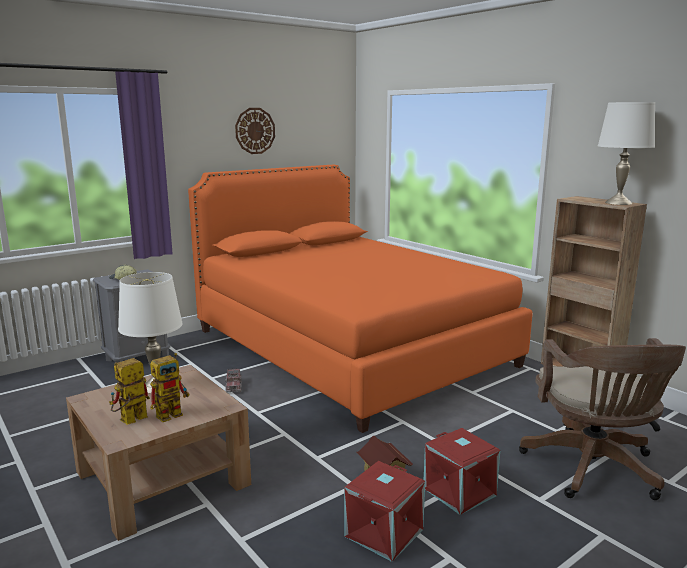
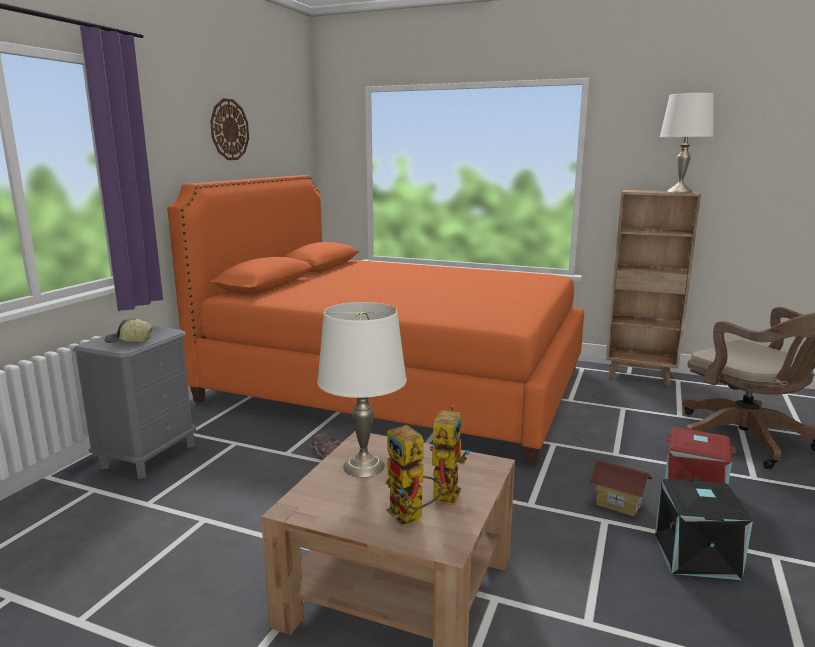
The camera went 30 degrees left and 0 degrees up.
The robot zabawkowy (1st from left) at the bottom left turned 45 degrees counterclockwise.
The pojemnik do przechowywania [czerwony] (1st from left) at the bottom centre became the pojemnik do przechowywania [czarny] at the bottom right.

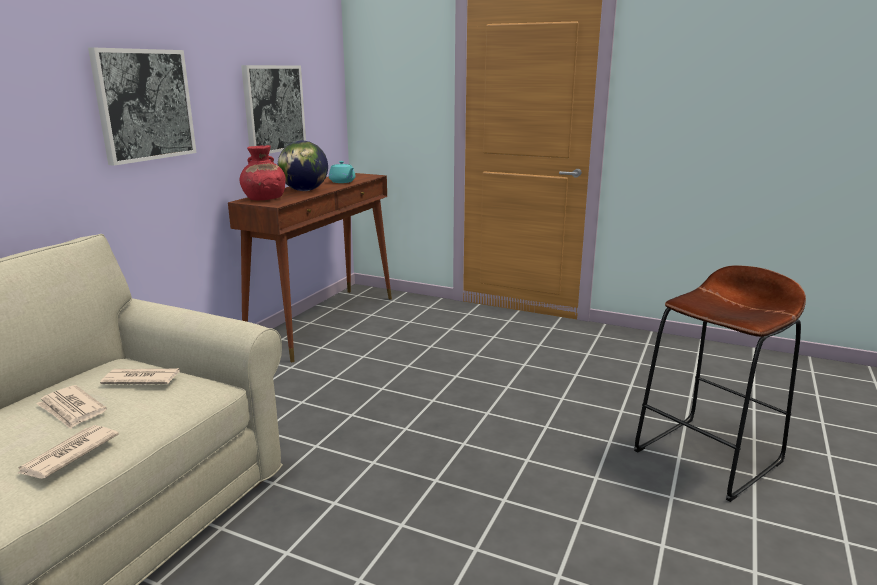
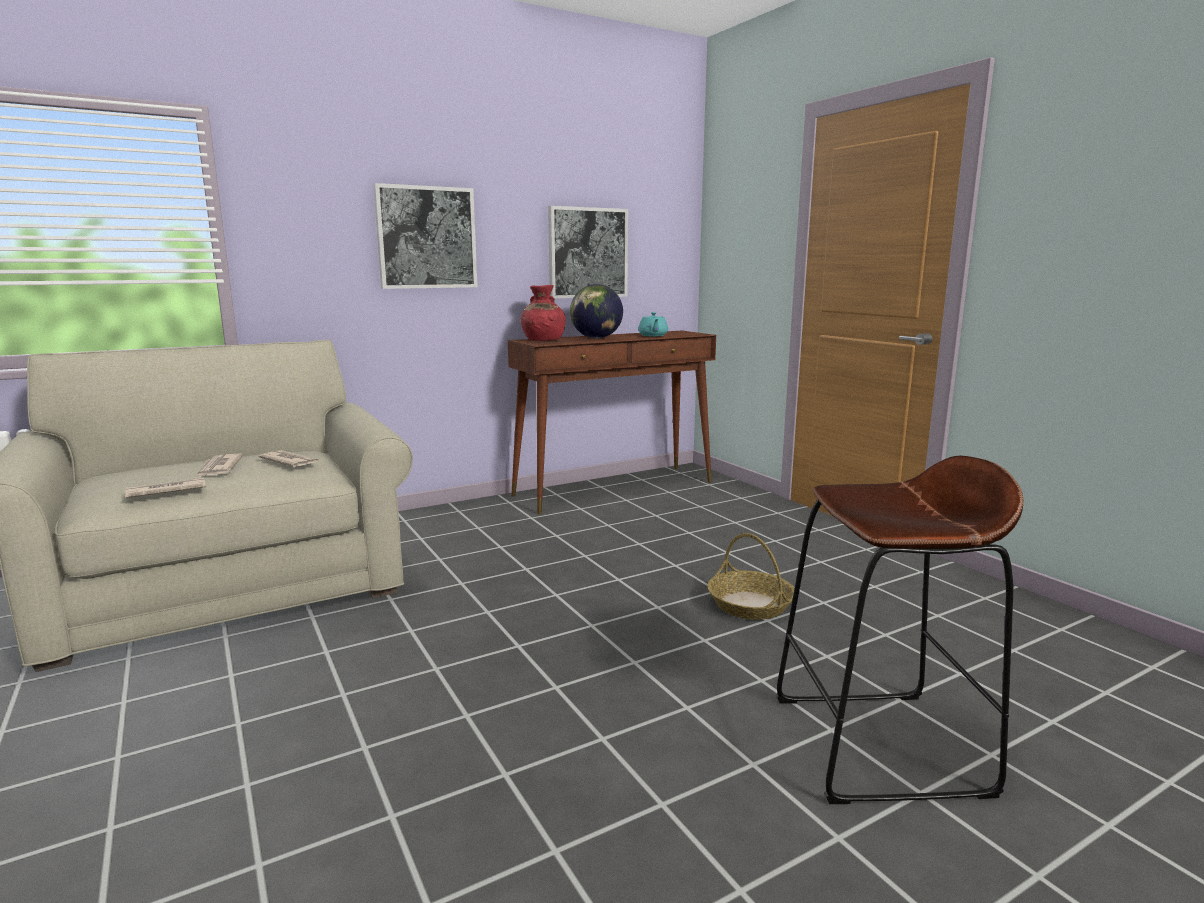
The camera went 35 degrees right and 5 degrees down.
The koszyk at the centre appeared.

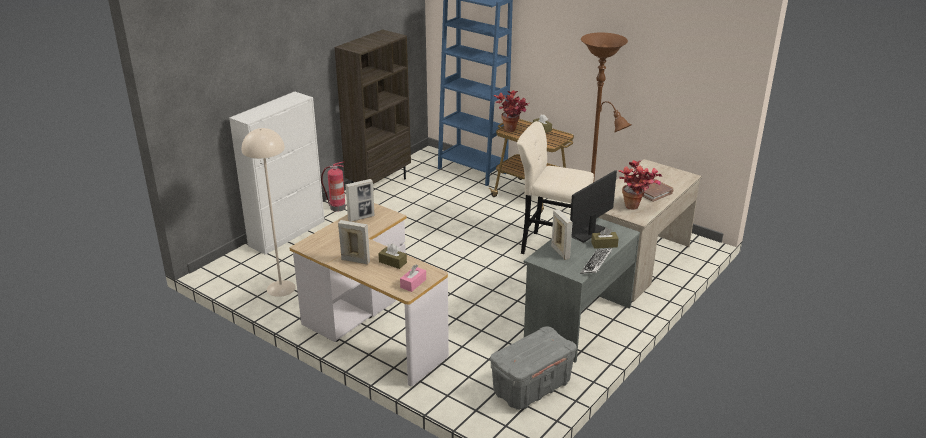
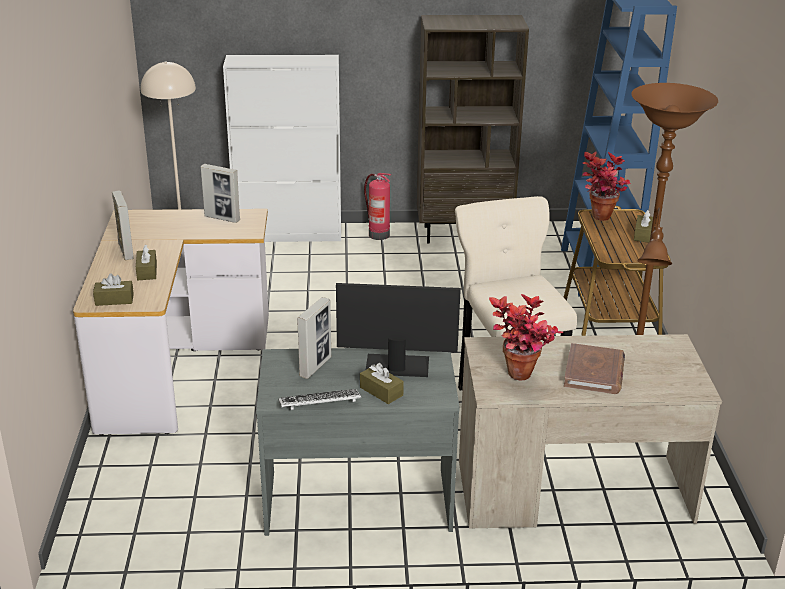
The camera went 50 degrees right and 0 degrees up.
The pudełko chusteczek [różowy] at the centre became the pudełko chusteczek [brązowy] (1st from left) at the middle left.
The pojemnik do przechowywania [szary] at the bottom centre disappeared.

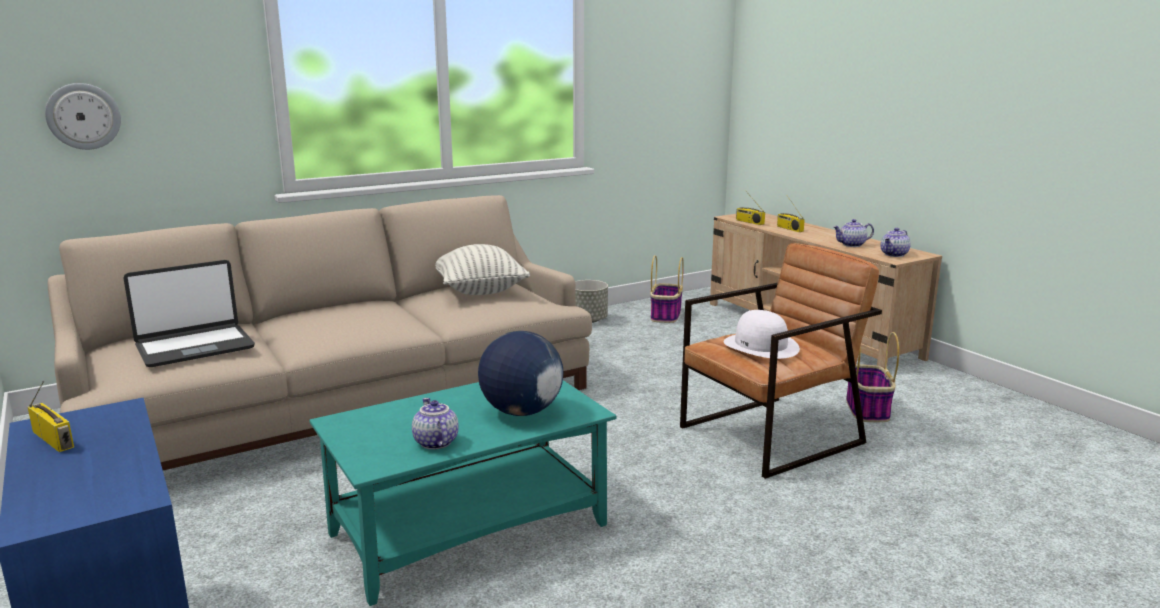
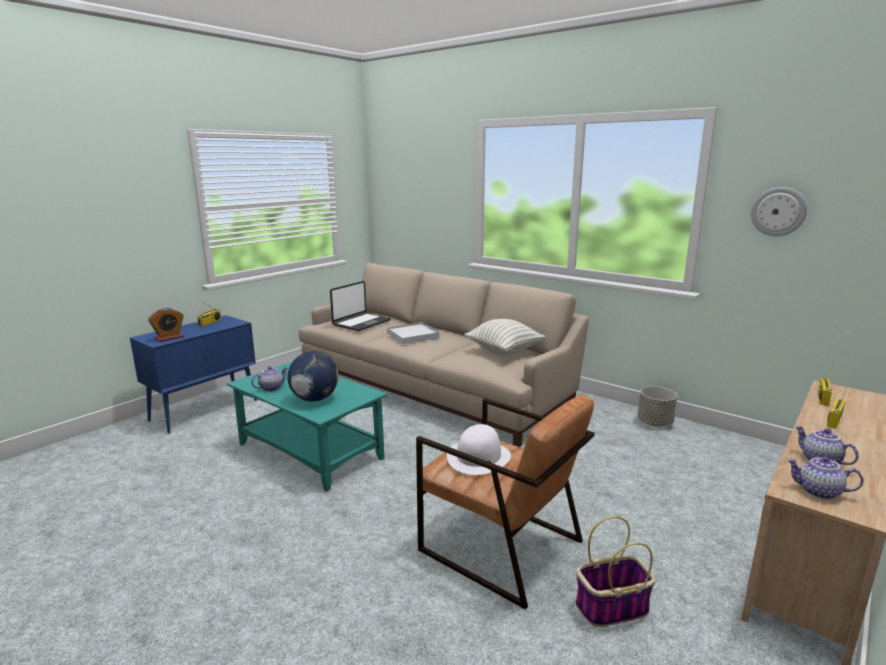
The camera went 70 degrees right and 0 degrees up.
The zegar ścienny moved from the top left to the top right.
The laptop at the middle left turned 90 degrees counterclockwise.
The koszyk (1st from left) at the centre disappeared.
The budzik at the middle left appeared.
The taca [biały] at the centre appeared.

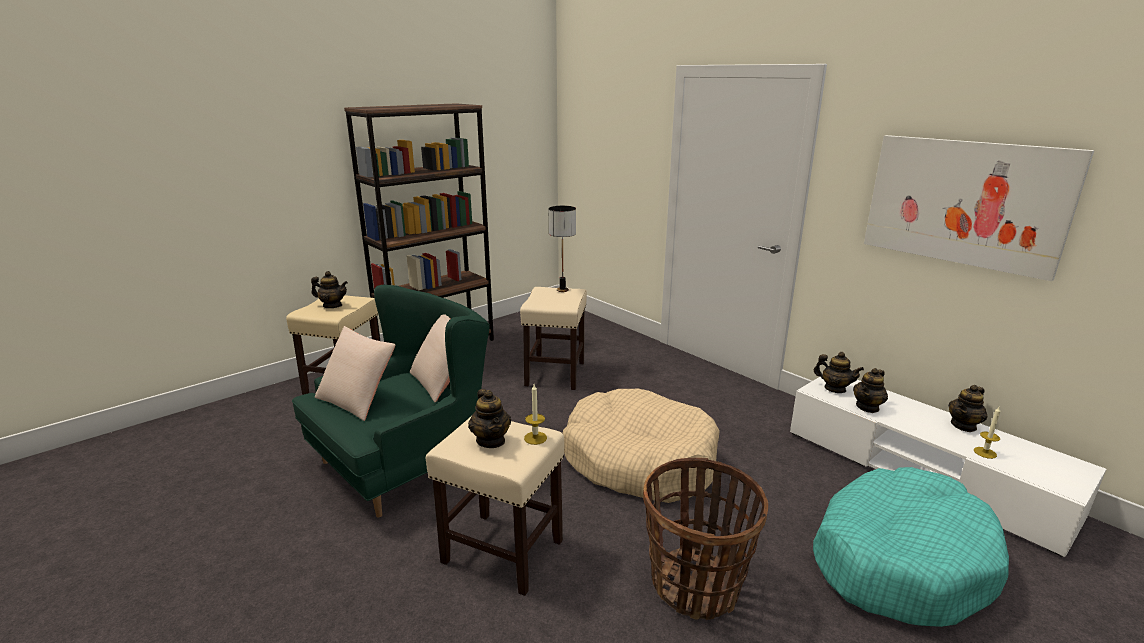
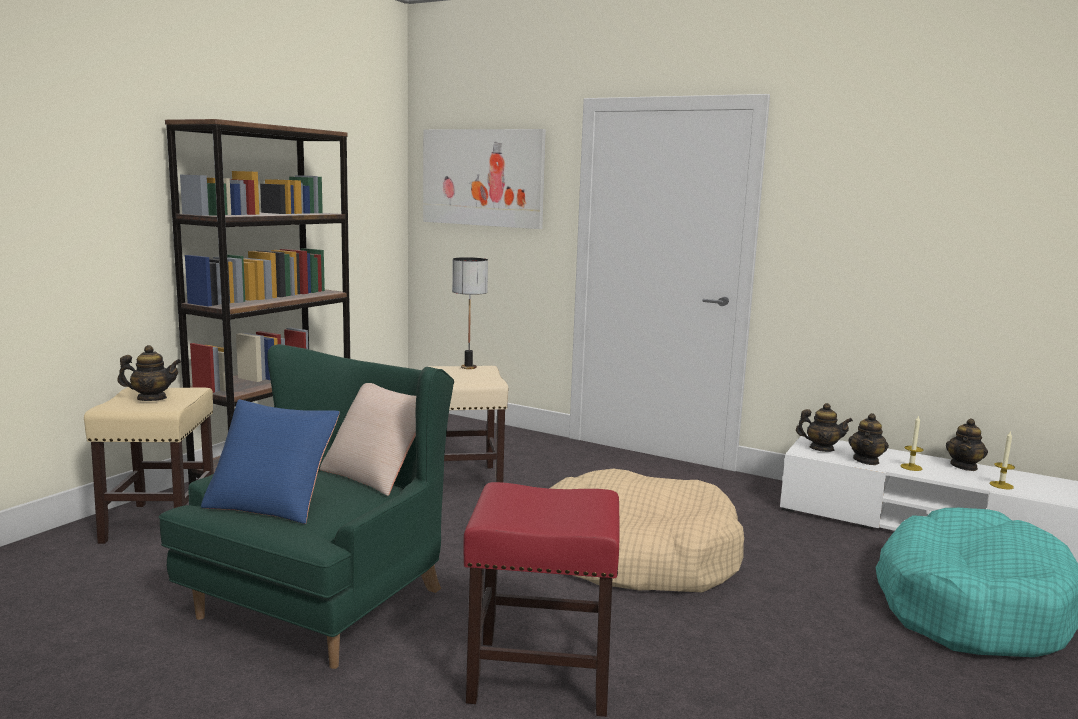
The camera went 20 degrees left and 10 degrees down.
The poduszka [beżowy] (1st from left) at the middle left became the poduszka [niebieski] at the middle left.
The stołek [beżowy] (2nd from left) at the bottom centre became the stołek [czerwony] at the bottom centre.
The imbryk (2nd from left) at the centre disappeared.
The świeca (1st from left) moved from the centre to the middle right.
The koszyk at the bottom centre disappeared.
The obraz moved from the top right to the top centre.

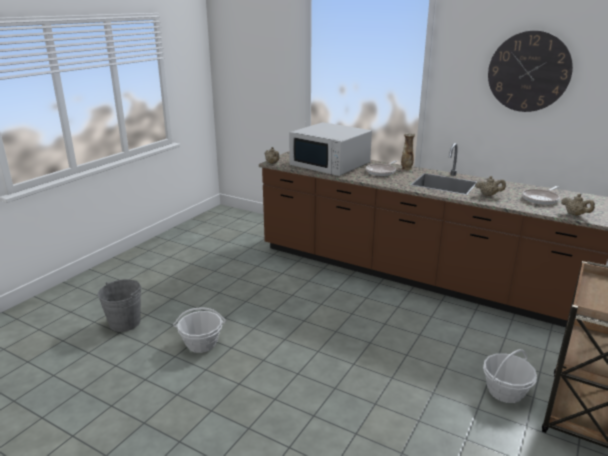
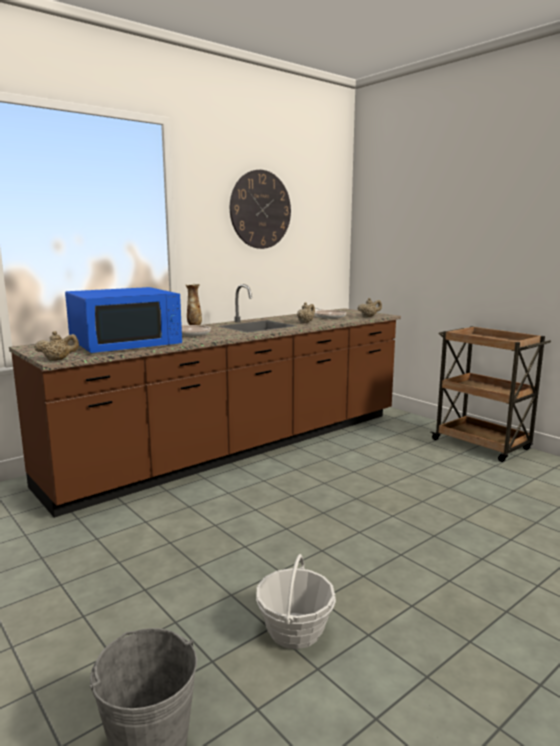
The camera went 70 degrees left and 10 degrees down.
The mikrofalówka [biały] at the top centre became the mikrofalówka [niebieski] at the middle left.
The koszyk (2nd from left) at the bottom right disappeared.

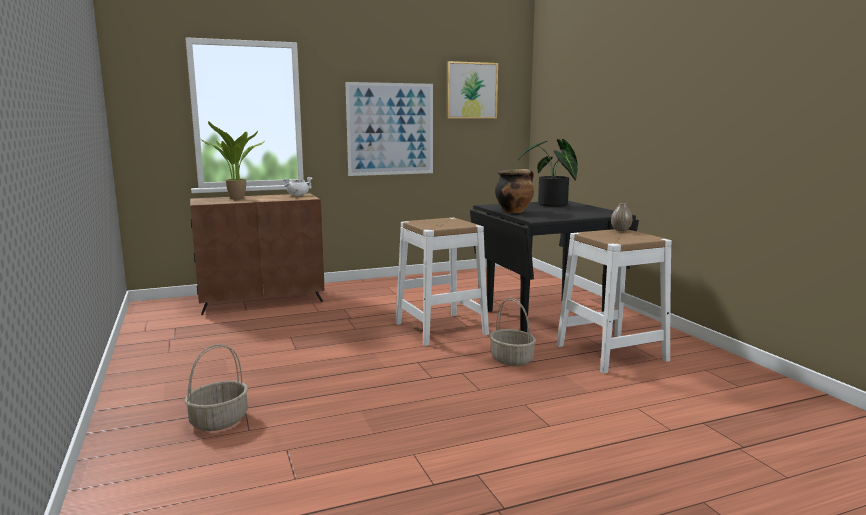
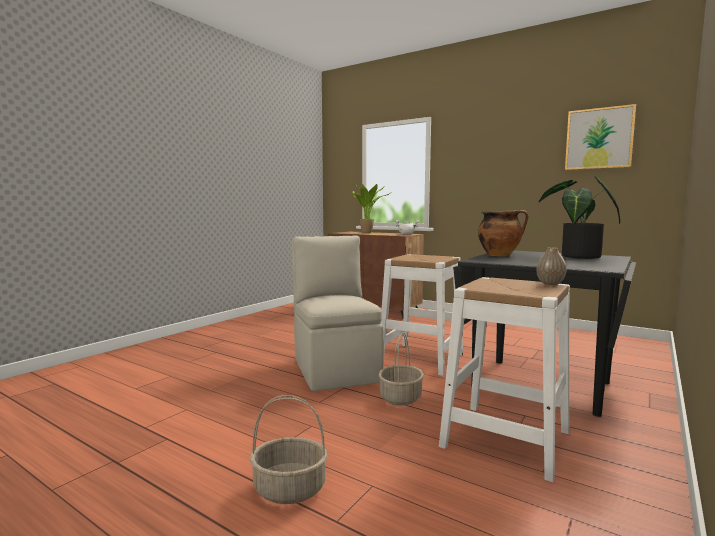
The camera went 55 degrees right and 5 degrees down.
The koszyk (1st from left) moved from the bottom left to the bottom centre.
The obraz (1st from left) at the top centre disappeared.
The krzesło [beżowy] at the centre appeared.

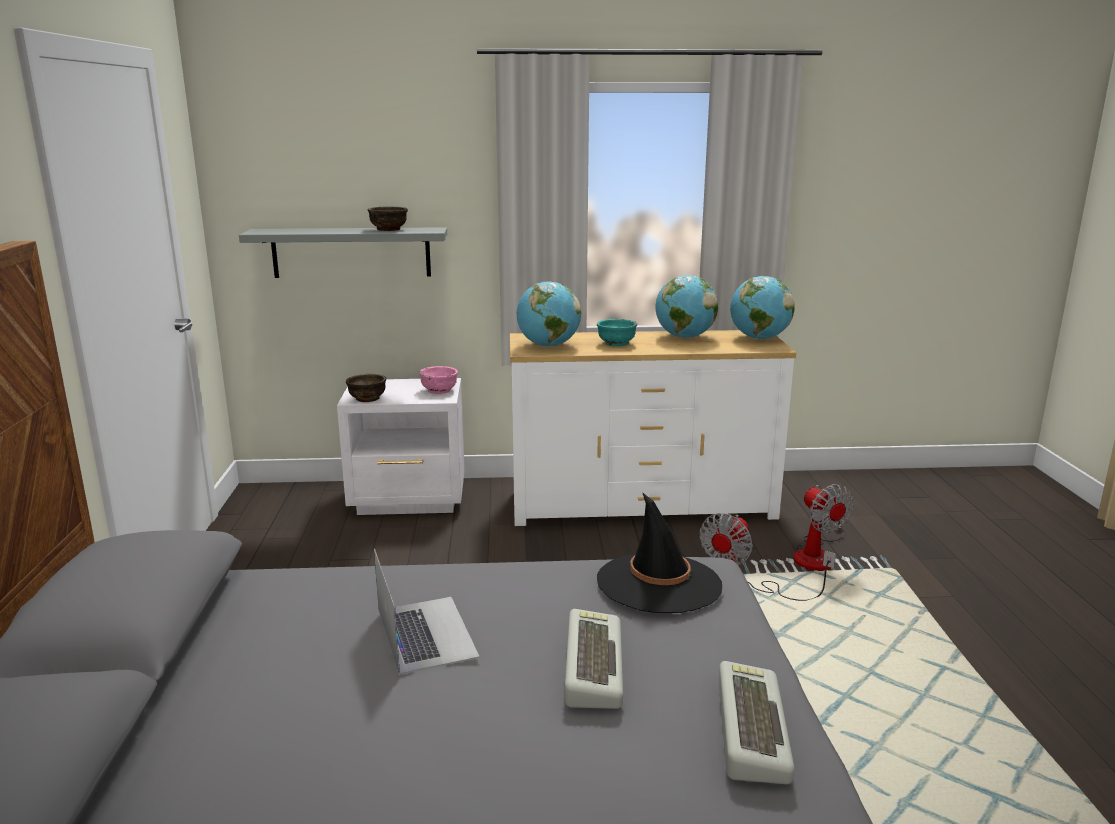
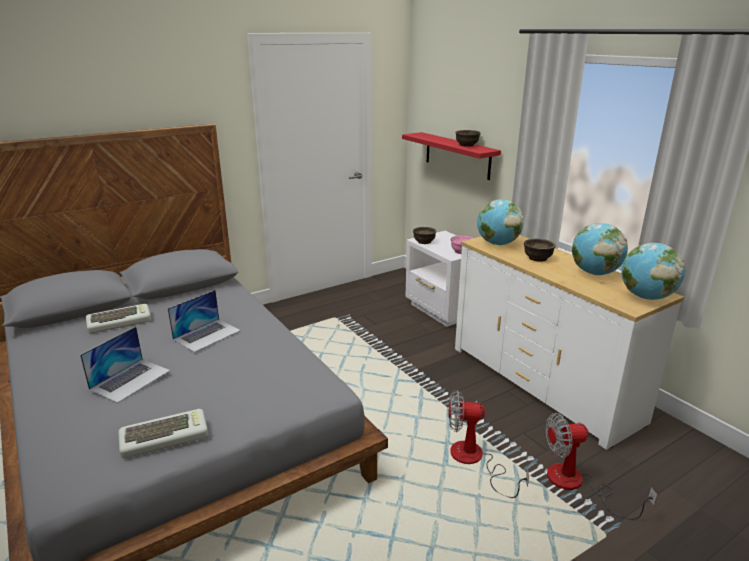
The camera went 60 degrees right and 5 degrees up.
The półka [szary] at the top left became the półka [czerwony] at the top centre.
The klawiatura (1st from left) moved from the bottom centre to the middle left.
The miska [turkusowy] at the centre became the miska [brązowy] (3rd from left) at the middle right.
The kapelusz [czarny] at the bottom centre disappeared.
The wentylator (2nd from left) at the middle right turned 45 degrees clockwise.
The laptop (1st from left) at the middle left appeared.

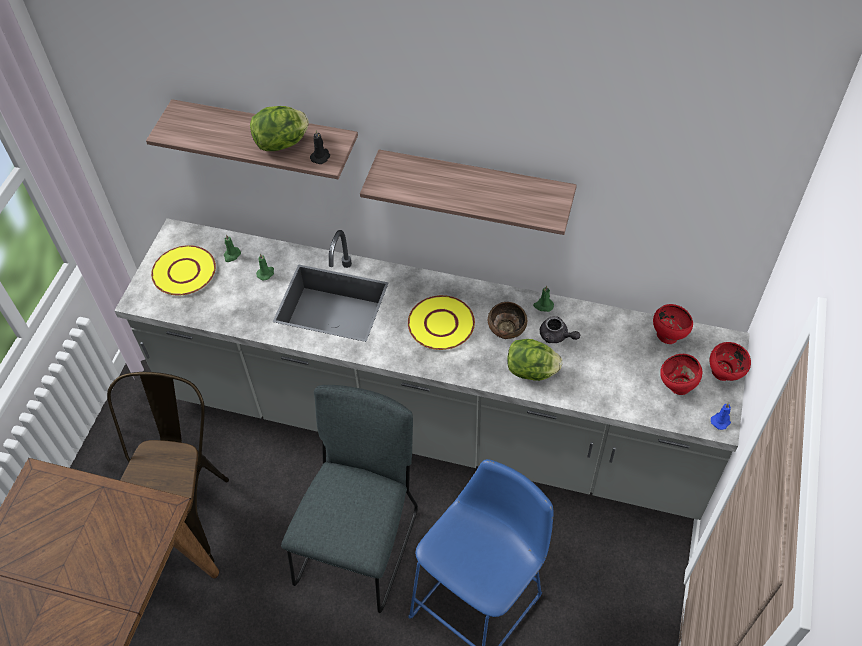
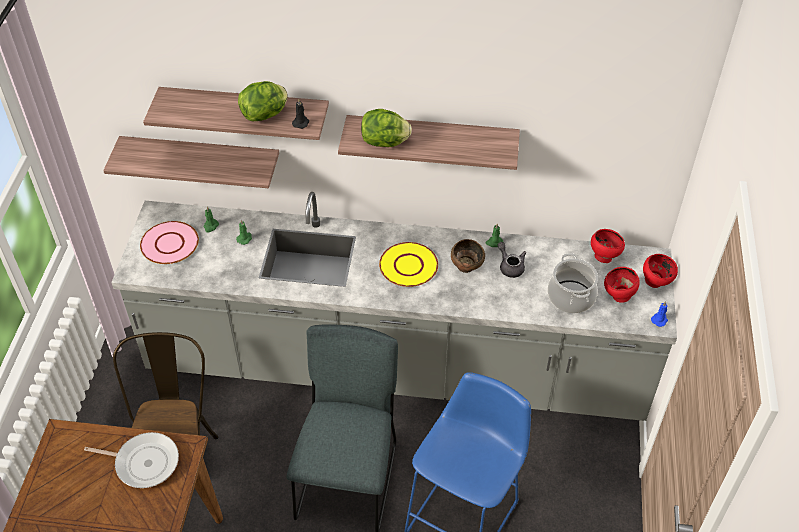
The camera went 10 degrees left and 5 degrees down.
The talerz [żółty] (1st from left) at the middle left became the talerz [różowy] at the middle left.
The sałata (2nd from left) moved from the centre to the top centre.
The imbryk [szary] at the centre turned 150 degrees counterclockwise.
The patelnia at the bottom left appeared.
The półka (1st from left) at the top left appeared.
The garnek at the middle right appeared.

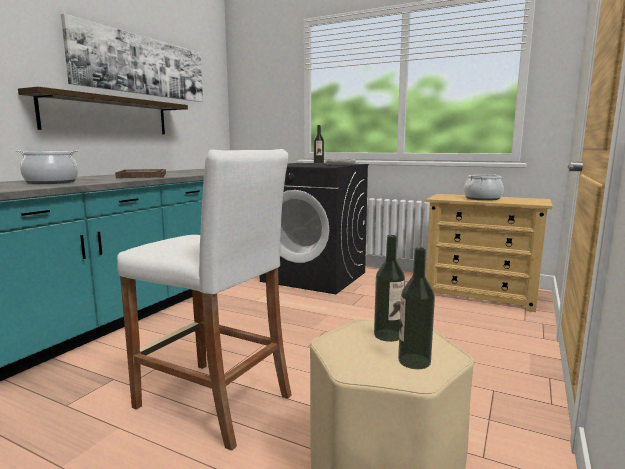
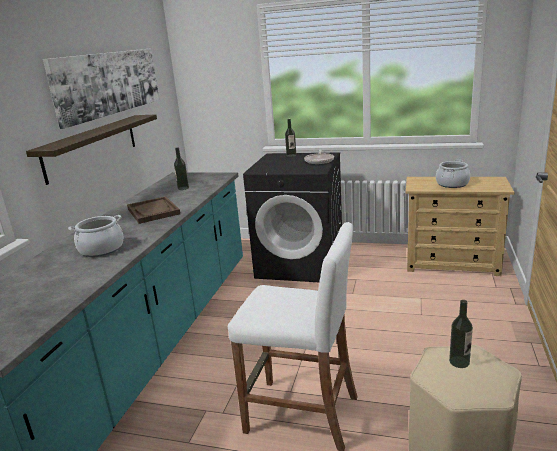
The camera went 10 degrees left and 10 degrees up.
The butelka (3rd from left in the first image) moved from the centre to the middle left.

